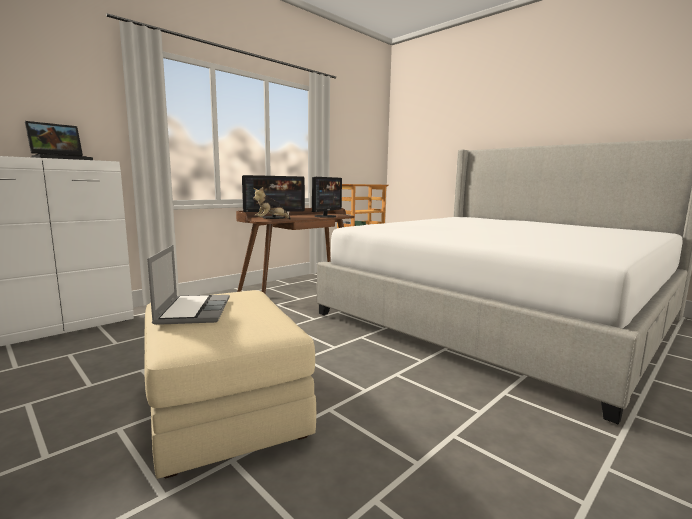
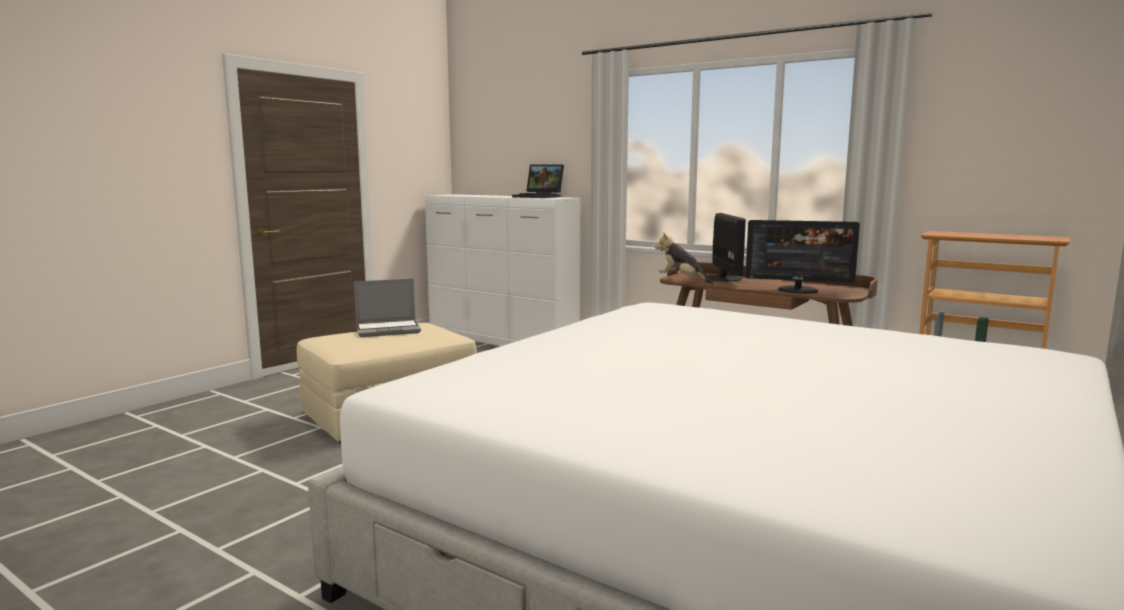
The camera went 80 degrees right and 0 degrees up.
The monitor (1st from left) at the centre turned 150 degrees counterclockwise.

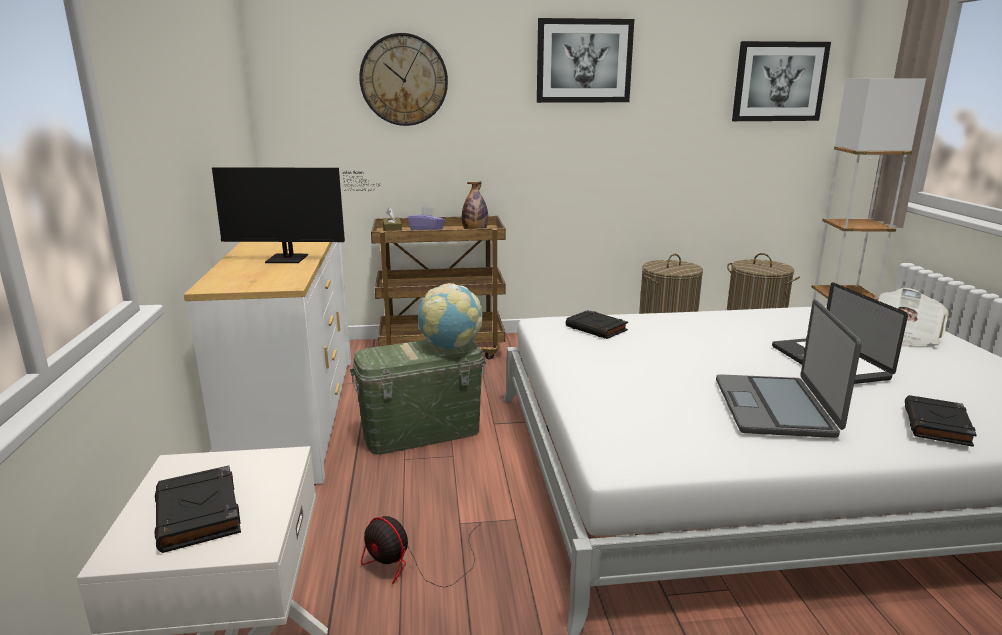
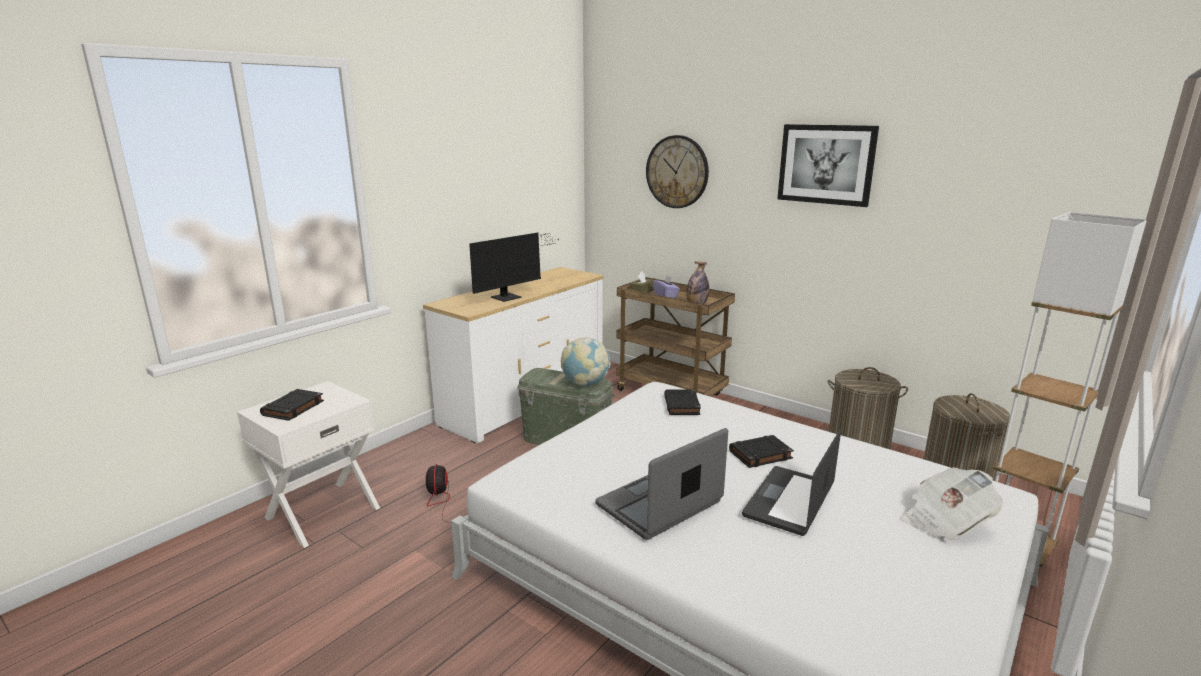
The camera went 45 degrees right and 0 degrees up.
The monitor at the middle left turned 90 degrees counterclockwise.
The obraz (2nd from left) at the top right disappeared.
The książka [czarny] (3rd from left) moved from the middle right to the bottom centre.

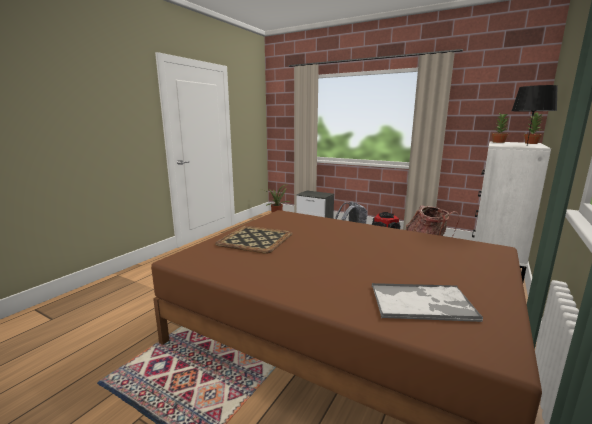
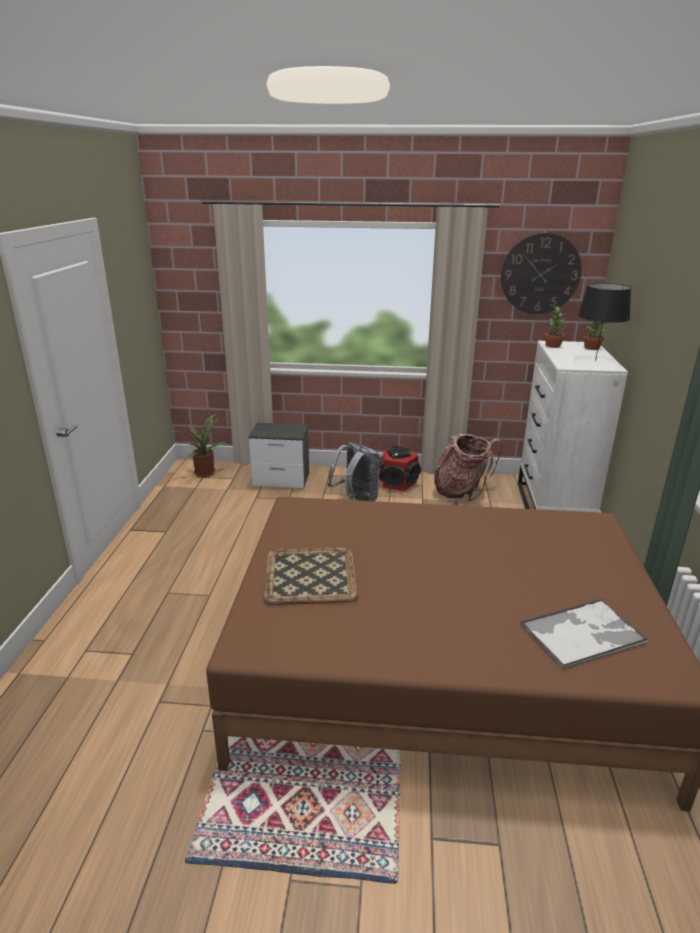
The camera went 25 degrees left and 10 degrees up.
The zegar ścienny at the top right appeared.

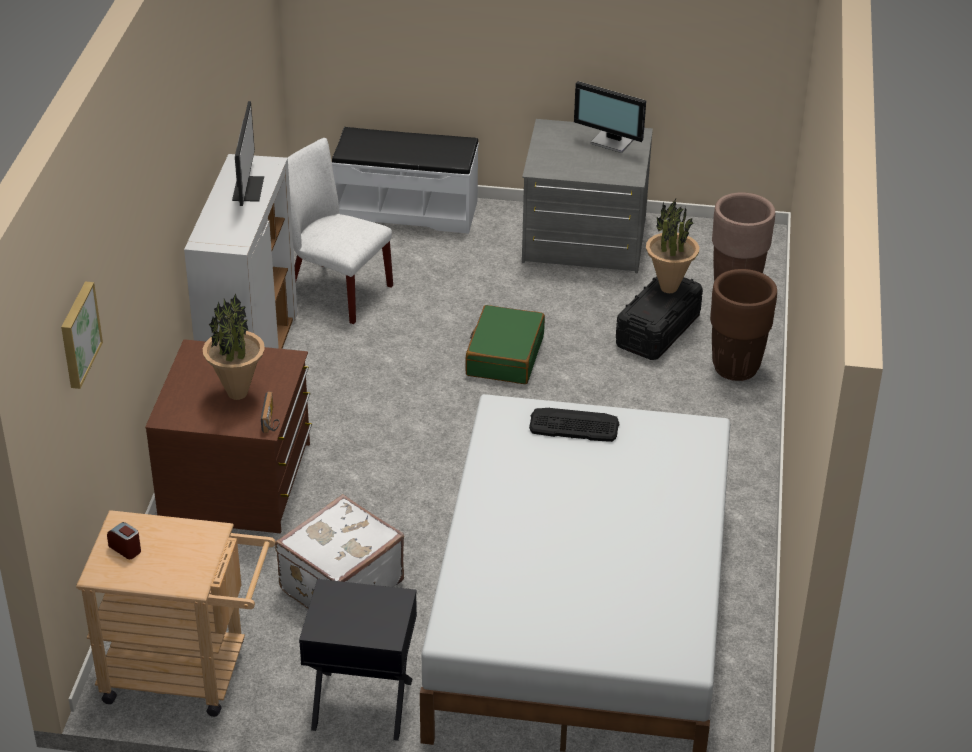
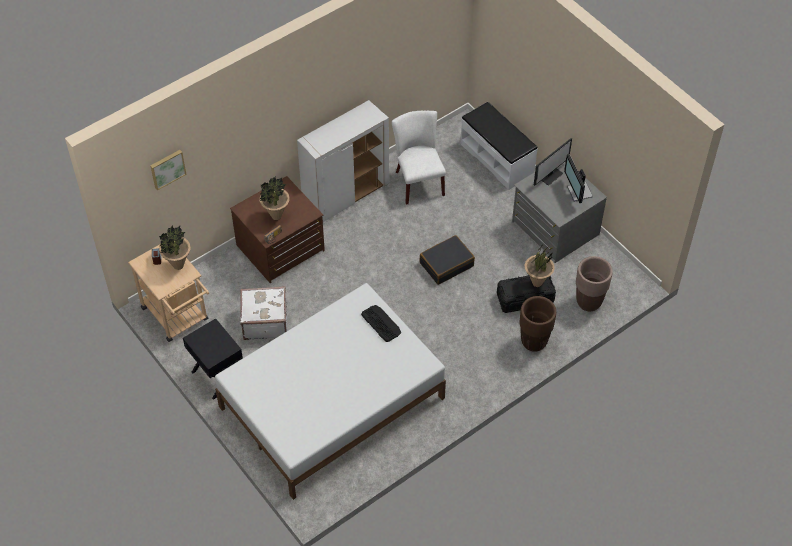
The camera went 45 degrees right and 15 degrees up.
The monitor (1st from left) moved from the top left to the top right.
The walizka [zielony] at the centre became the walizka [czarny] at the centre.
The roślina doniczkowa (1st from left) at the middle left appeared.

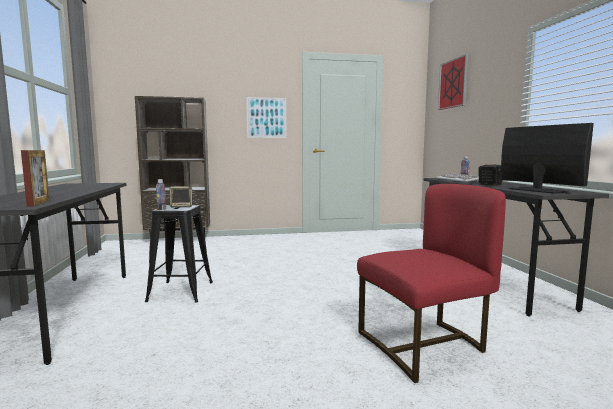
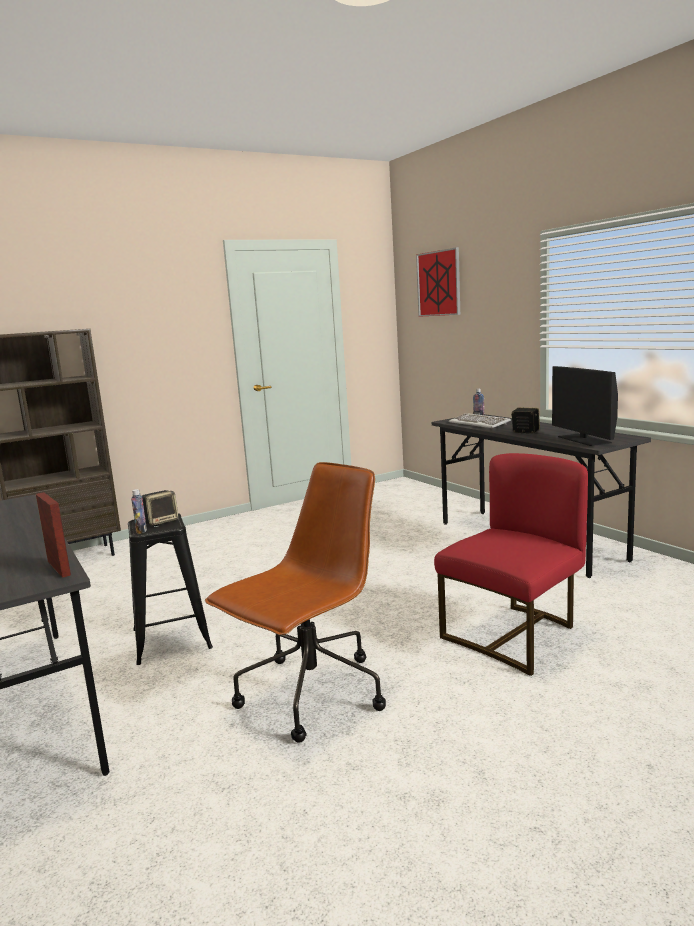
The camera went 20 degrees left and 5 degrees up.
The obraz (1st from left) at the top centre disappeared.
The monitor at the middle right turned 150 degrees counterclockwise.
The krzesło biurowe [brązowy] at the centre appeared.

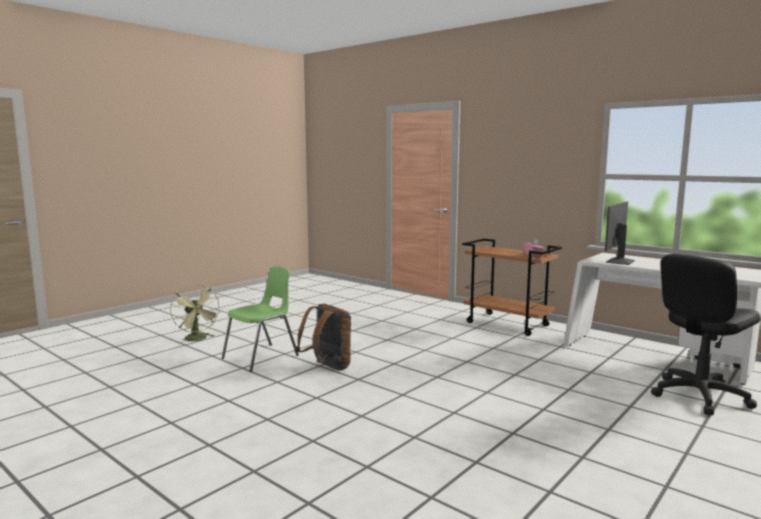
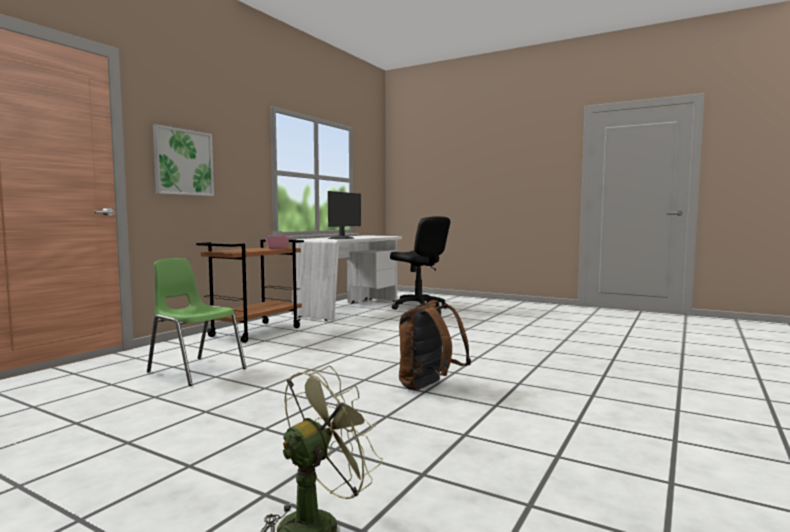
The camera went 100 degrees left and 5 degrees down.
The krzesło [zielony] moved from the centre to the middle left.
The monitor at the middle right turned 90 degrees counterclockwise.
The obraz at the top left appeared.

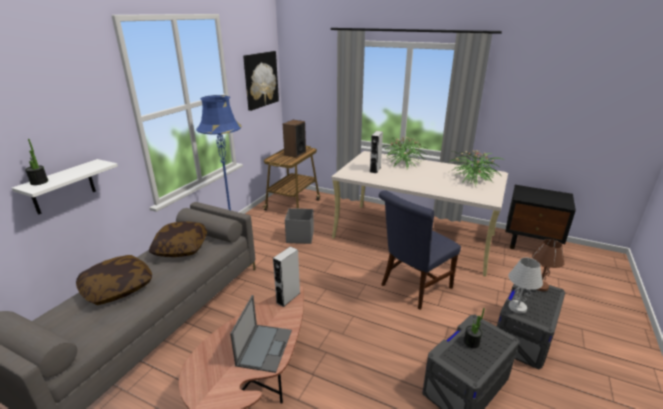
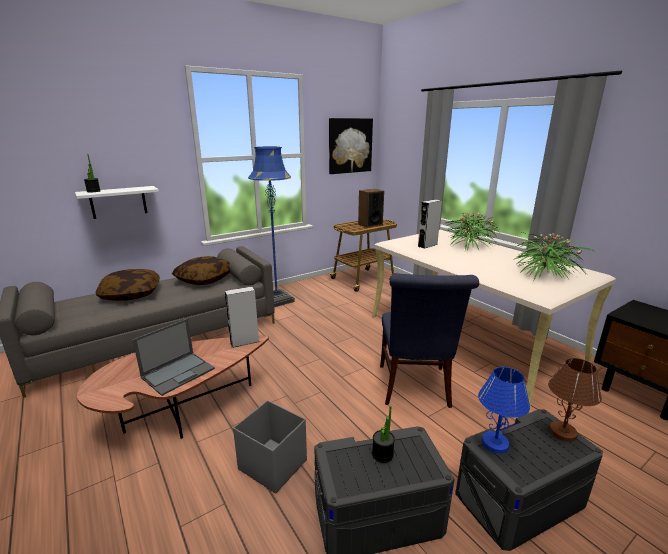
The camera went 30 degrees right and 5 degrees down.
The pojemnik do przechowywania [szary] (1st from left) moved from the centre to the bottom centre.
The krzesło [niebieski] at the centre turned 75 degrees counterclockwise.
The lampa stołowa [biały] at the bottom right became the lampa stołowa [niebieski] at the bottom right.

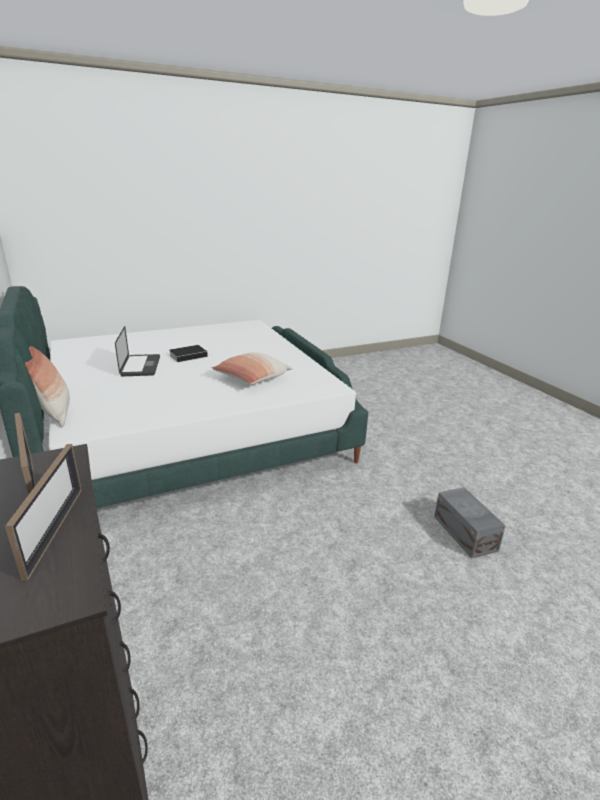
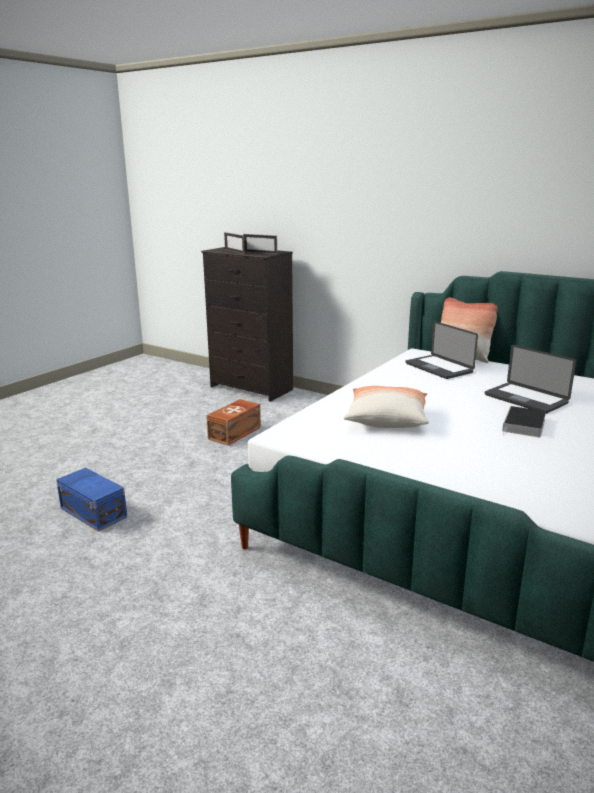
The camera went 150 degrees right and 5 degrees down.
The pojemnik do przechowywania [szary] at the middle right became the pojemnik do przechowywania [niebieski] at the middle left.
The pojemnik do przechowywania [brązowy] at the centre appeared.
The laptop (1st from left) at the middle right appeared.

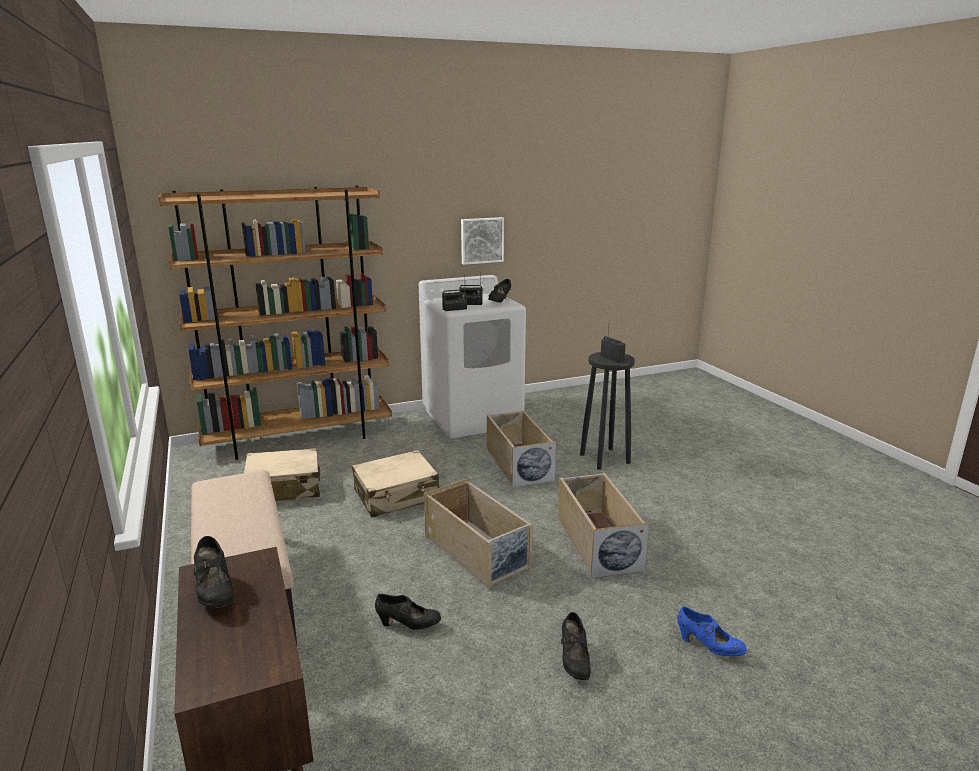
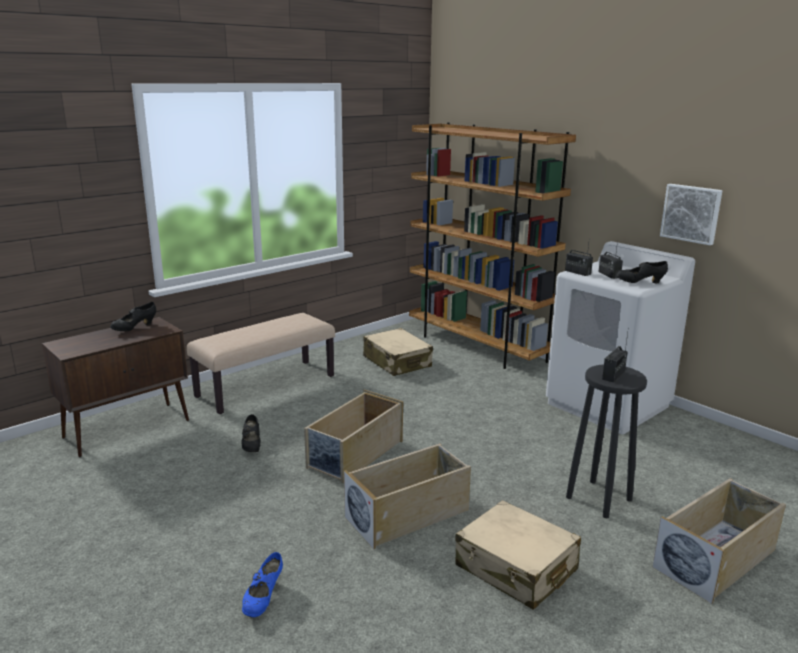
The camera went 70 degrees right and 0 degrees up.
The walizka [beżowy] (2nd from left) moved from the centre to the bottom centre.
The pojemnik do przechowywania [beżowy] (2nd from left in the first image) moved from the centre to the bottom right.
The but [czarny] (4th from left) at the bottom centre disappeared.

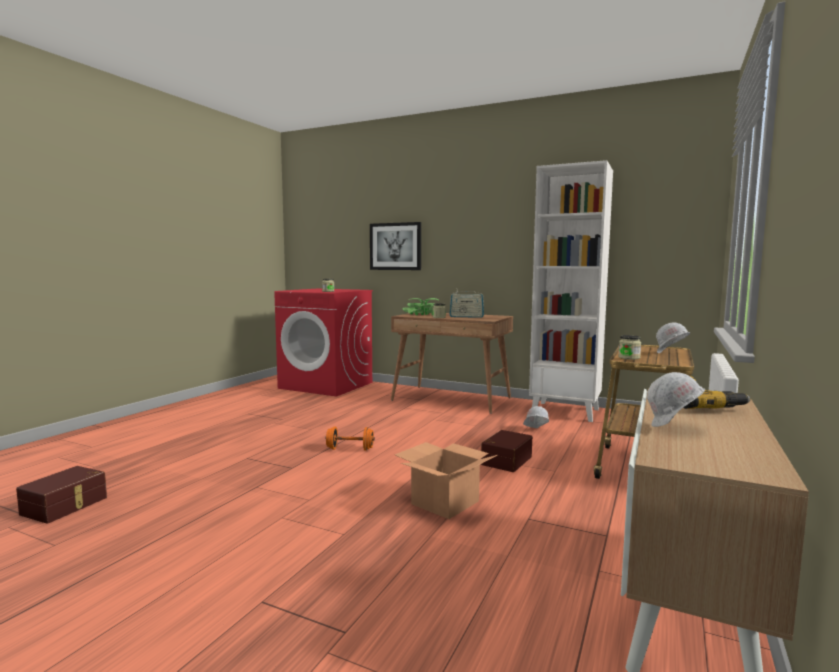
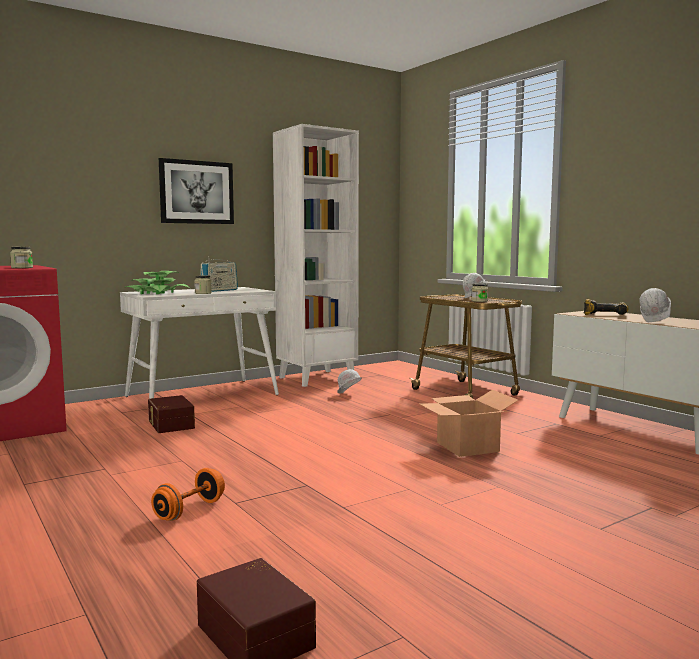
The camera went 60 degrees left and 0 degrees up.
The hantel [pomarańczowy] moved from the centre to the bottom left.
The obraz moved from the centre to the top left.
The biurko [brązowy] at the centre became the biurko [biały] at the middle left.
The pojemnik do przechowywania [brązowy] (2nd from left in the first image) moved from the bottom centre to the middle left.

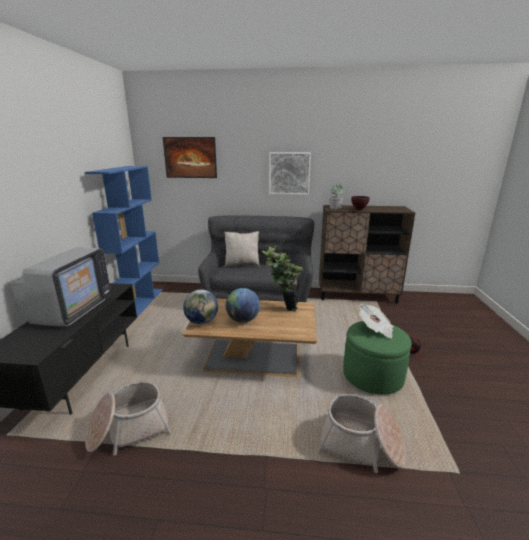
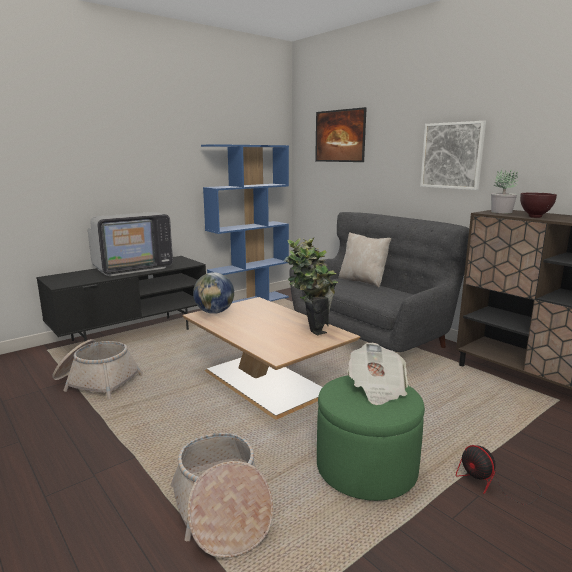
The camera went 45 degrees right and 5 degrees down.
The globus (2nd from left) at the centre disappeared.

